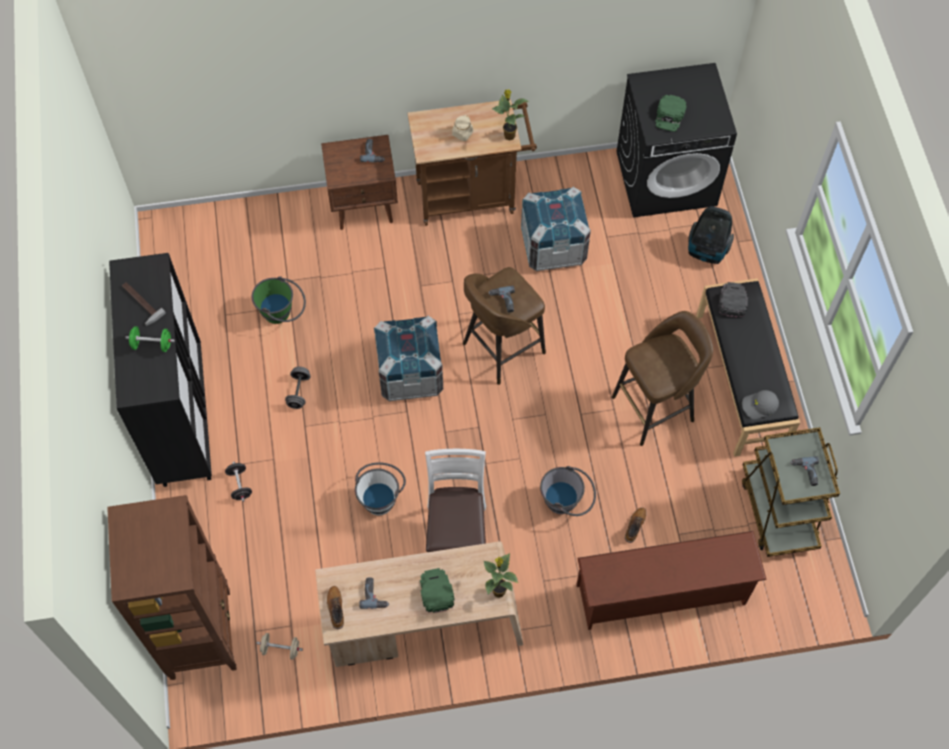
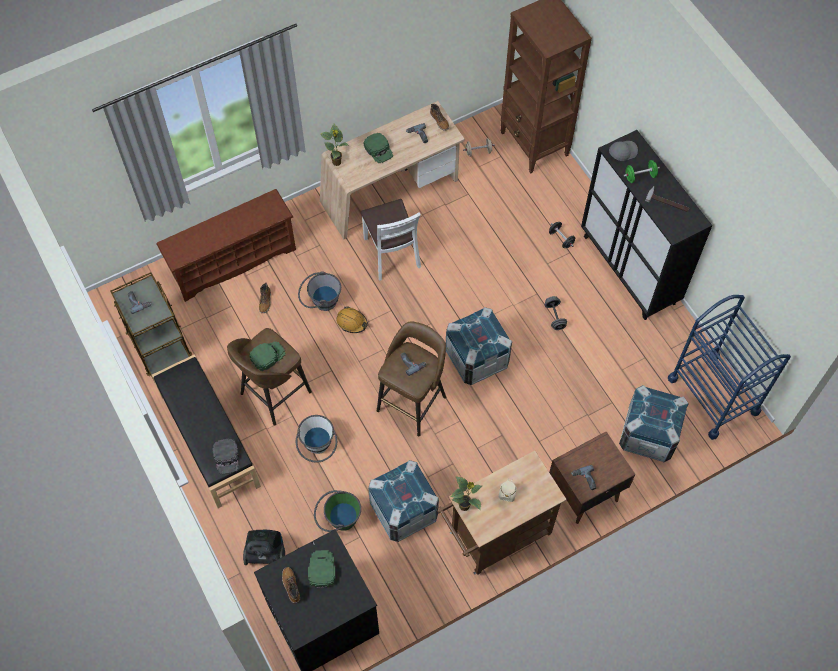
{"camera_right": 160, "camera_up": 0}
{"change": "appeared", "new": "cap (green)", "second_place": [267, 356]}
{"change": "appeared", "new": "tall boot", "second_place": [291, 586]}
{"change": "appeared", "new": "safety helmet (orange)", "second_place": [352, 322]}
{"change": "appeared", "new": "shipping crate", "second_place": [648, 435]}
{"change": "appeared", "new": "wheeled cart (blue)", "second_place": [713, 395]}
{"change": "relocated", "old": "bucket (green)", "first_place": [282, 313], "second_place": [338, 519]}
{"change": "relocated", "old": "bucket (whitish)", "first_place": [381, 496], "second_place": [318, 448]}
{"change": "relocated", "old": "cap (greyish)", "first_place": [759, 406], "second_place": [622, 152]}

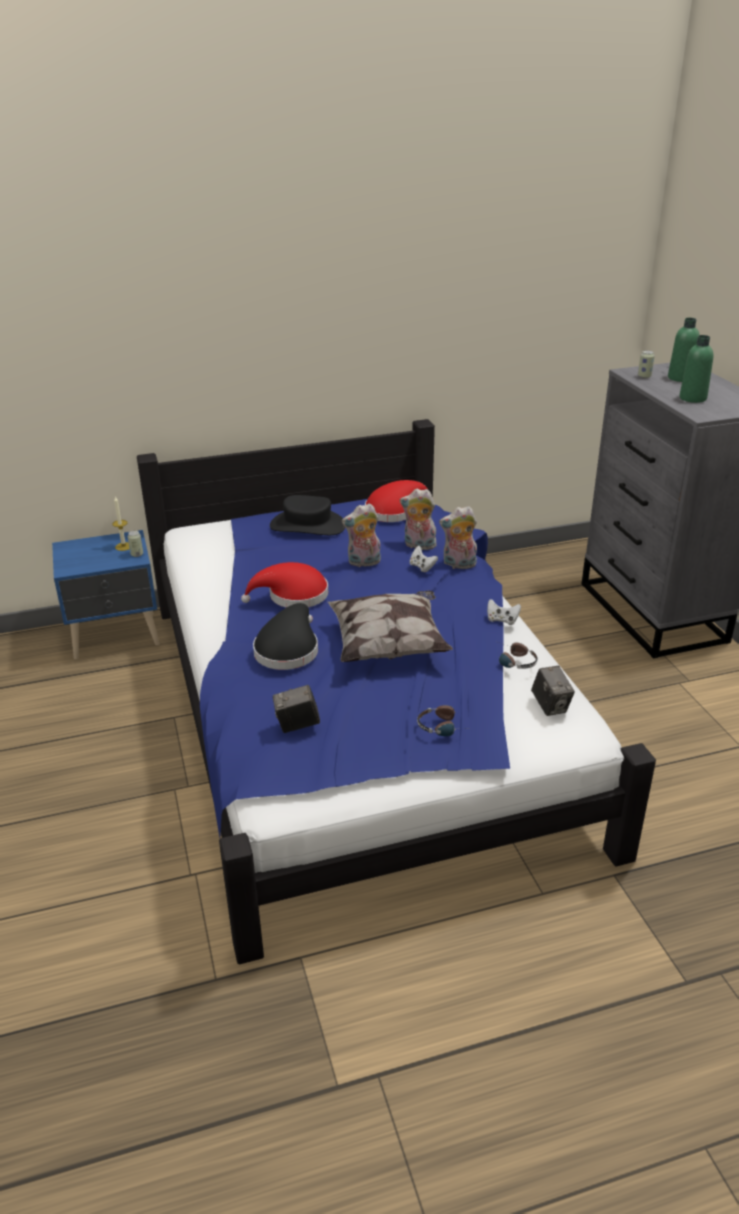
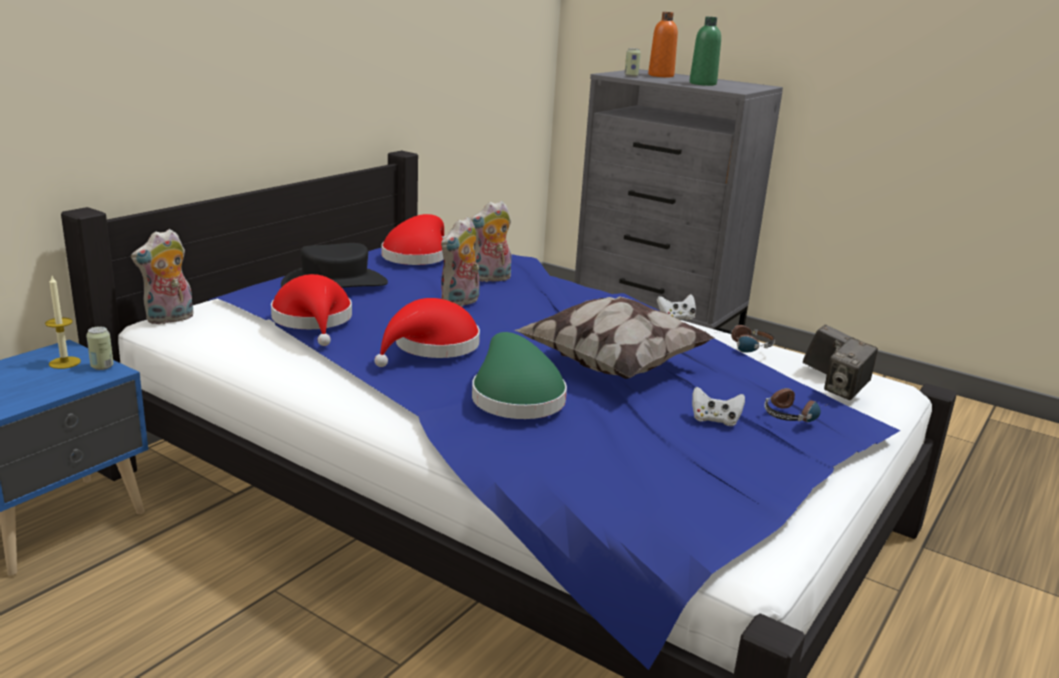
{"camera_right": -40, "camera_up": -10}
{"change": "appeared", "new": "hat (red-coloured)", "second_place": [314, 321]}
{"change": "relocated", "old": "still camera", "first_place": [297, 725], "second_place": [846, 391]}
{"change": "relocated", "old": "gamepad (whitish)", "first_place": [422, 567], "second_place": [715, 420]}
{"change": "relocated", "old": "soft toy", "first_place": [458, 565], "second_place": [169, 319]}
{"change": "colour", "old": "hat (blackish)", "new": "hat (green)", "first_place": [288, 649], "second_place": [514, 397]}
{"change": "colour", "old": "bottle (green)", "new": "bottle (orange)", "first_place": [680, 378], "second_place": [661, 76]}

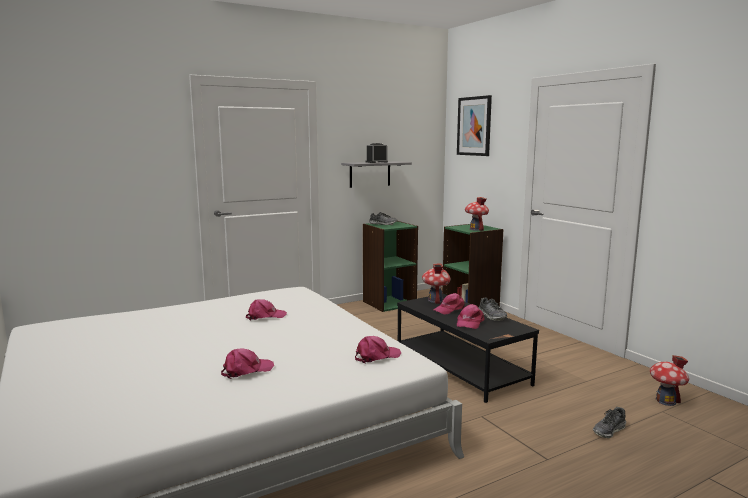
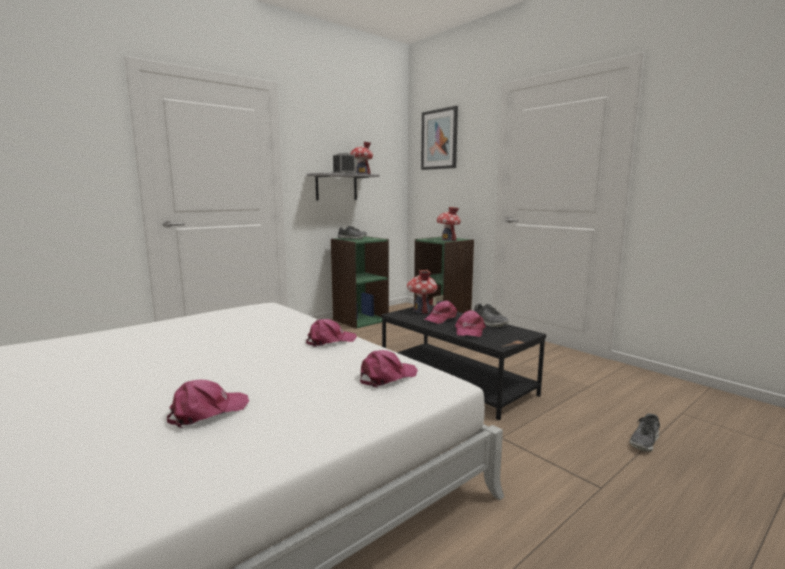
{"camera_right": -10, "camera_up": 0}
{"change": "relocated", "old": "cap (pinkish)", "first_place": [265, 316], "second_place": [330, 340]}
{"change": "relocated", "old": "model house", "first_place": [665, 401], "second_place": [361, 174]}

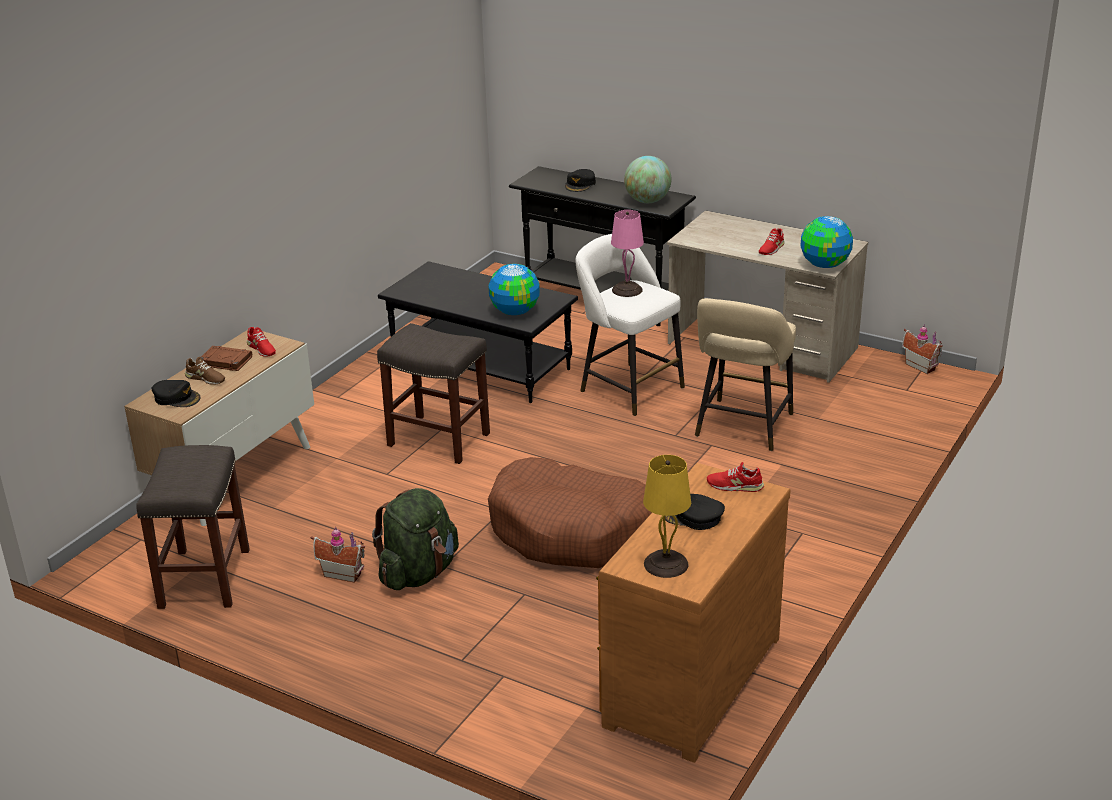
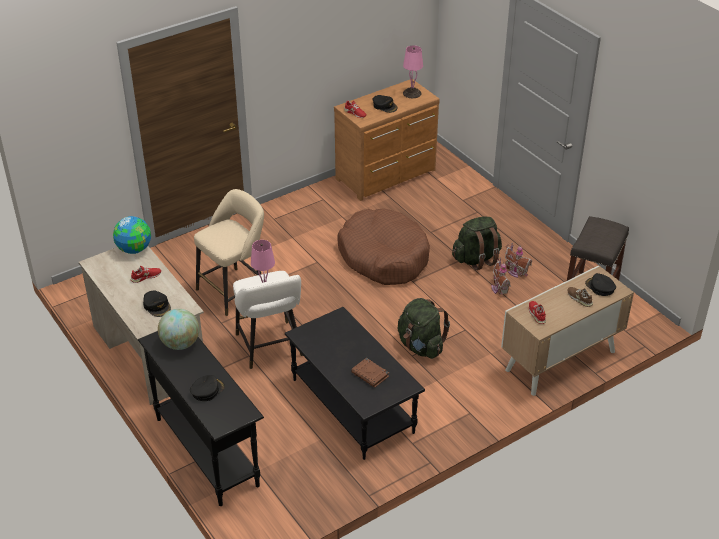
{"camera_right": -155, "camera_up": 10}
{"change": "missing", "old": "world globe", "first_place": [514, 312]}
{"change": "appeared", "new": "cap (blackish)", "second_place": [157, 306]}
{"change": "relocated", "old": "bound book (brown-coloured)", "first_place": [225, 361], "second_place": [370, 375]}
{"change": "relocated", "old": "model house", "first_place": [921, 366], "second_place": [498, 288]}
{"change": "exchanged", "old": "sitting stool (greyish)", "new": "knapsack (green)", "first_place": [437, 439], "second_place": [421, 346]}
{"change": "colour", "old": "lamp for a table (yellowish)", "new": "lamp for a table (pinkish)", "first_place": [665, 563], "second_place": [412, 93]}

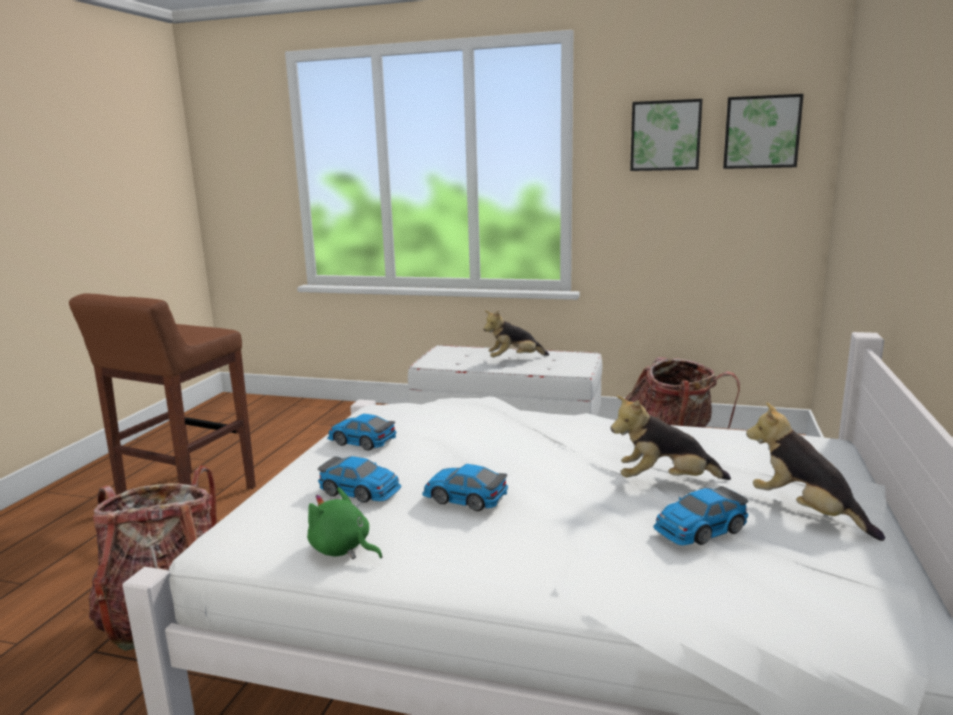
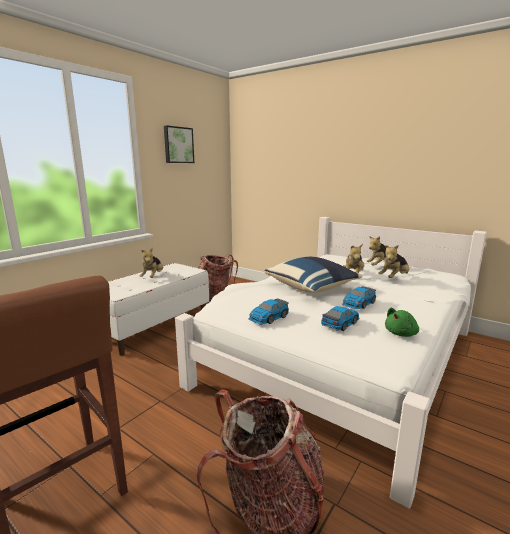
{"camera_right": -70, "camera_up": 0}
{"change": "missing", "old": "wall art", "first_place": [761, 132]}
{"change": "appeared", "new": "cushion (blue)", "second_place": [312, 288]}
{"change": "exchanged", "old": "toy car", "new": "soft toy", "first_place": [700, 529], "second_place": [394, 278]}

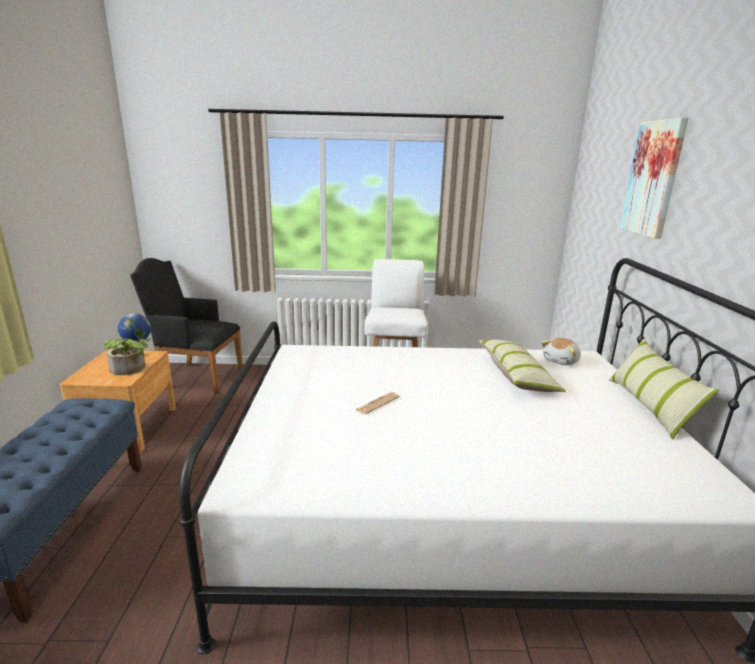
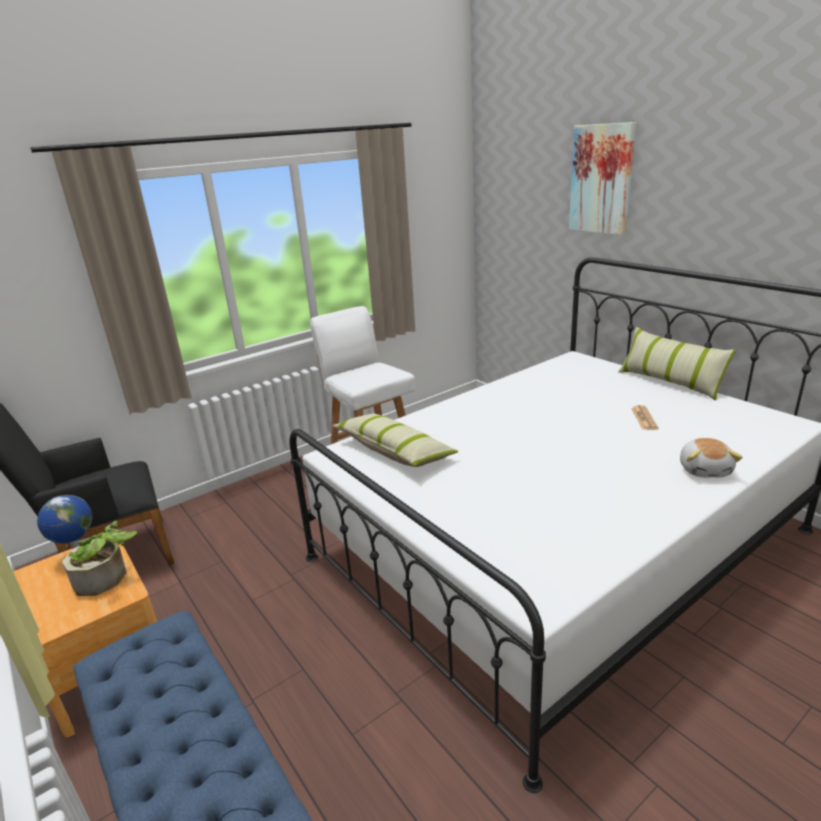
{"camera_right": -35, "camera_up": 5}
{"change": "relocated", "old": "daily paper", "first_place": [377, 403], "second_place": [644, 418]}
{"change": "relocated", "old": "cushion", "first_place": [516, 375], "second_place": [394, 451]}
{"change": "relocated", "old": "soft toy", "first_place": [561, 361], "second_place": [705, 469]}

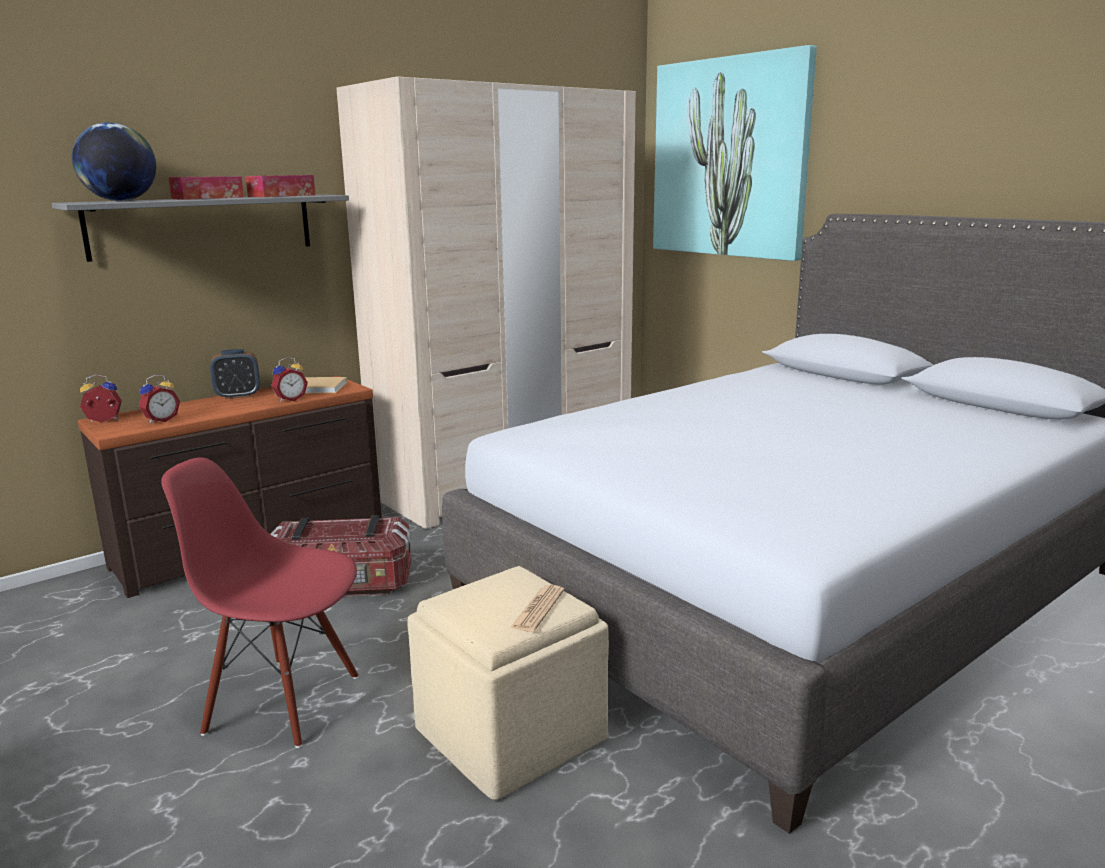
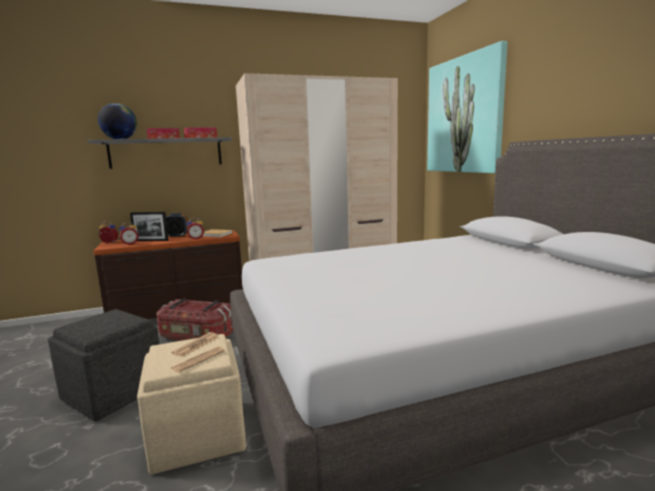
{"camera_right": 20, "camera_up": -5}
{"change": "appeared", "new": "standing frame", "second_place": [151, 240]}
{"change": "appeared", "new": "daily paper", "second_place": [196, 345]}
{"change": "exchanged", "old": "plain chair (red-coloured)", "new": "ottoman (greyish)", "first_place": [284, 702], "second_place": [114, 391]}

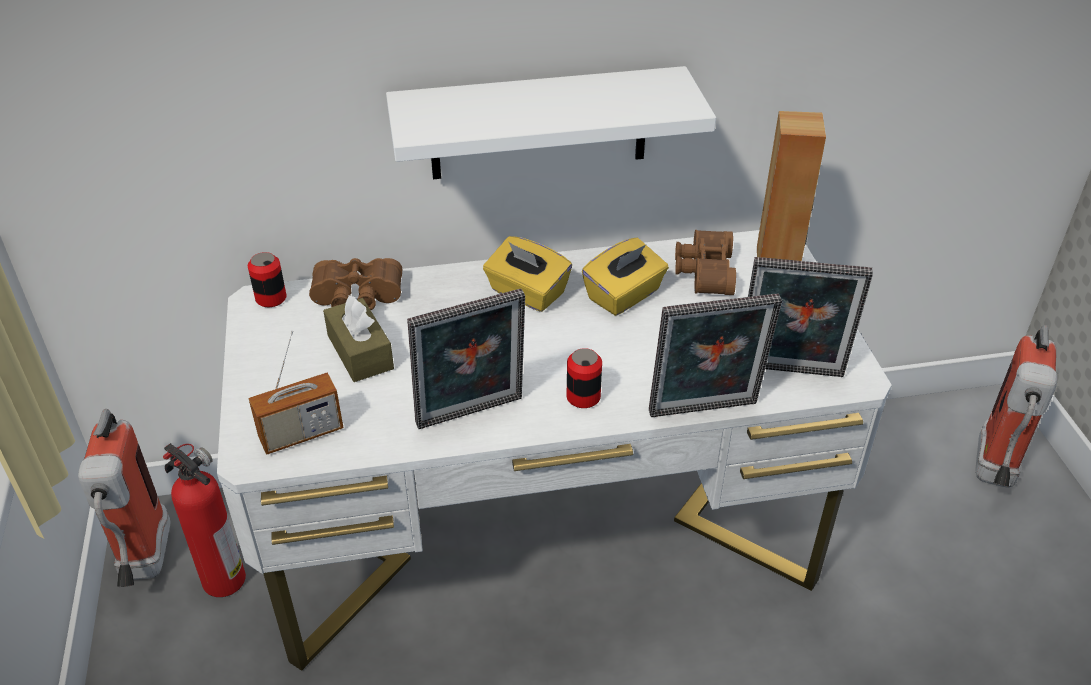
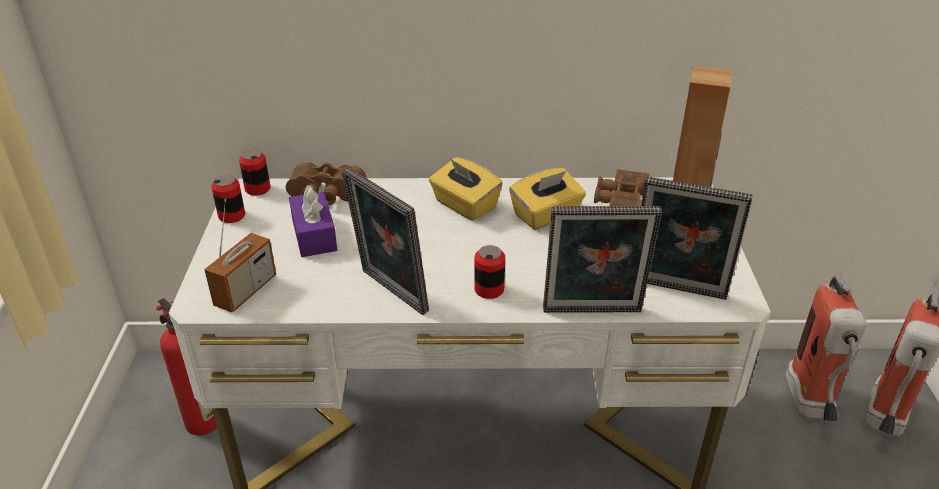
{"camera_right": 10, "camera_up": -5}
{"change": "missing", "old": "wall shelf (whitish)", "first_place": [539, 124]}
{"change": "appeared", "new": "sealed can", "second_place": [231, 216]}
{"change": "relocated", "old": "extinguisher", "first_place": [144, 565], "second_place": [810, 408]}
{"change": "colour", "old": "tissue holder (brown-coloured)", "new": "tissue holder (purple-coloured)", "first_place": [360, 352], "second_place": [314, 235]}
{"change": "spun", "old": "radio", "first_place": [301, 434], "second_place": [246, 291], "degrees": -45}
{"change": "spun", "old": "standing frame", "first_place": [471, 415], "second_place": [390, 293], "degrees": 60}

